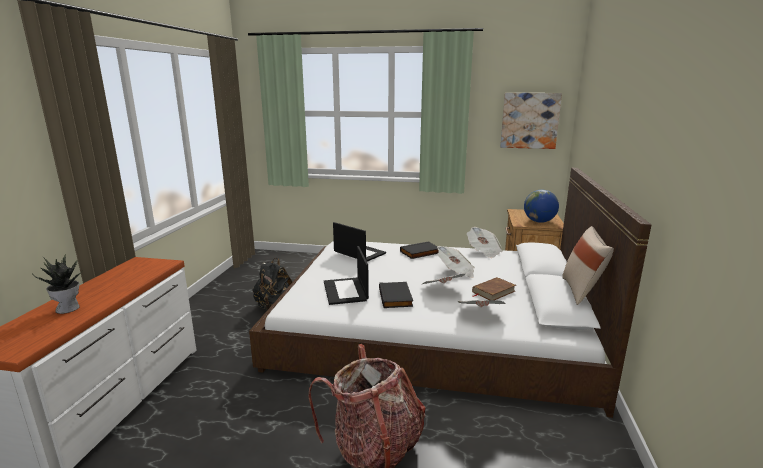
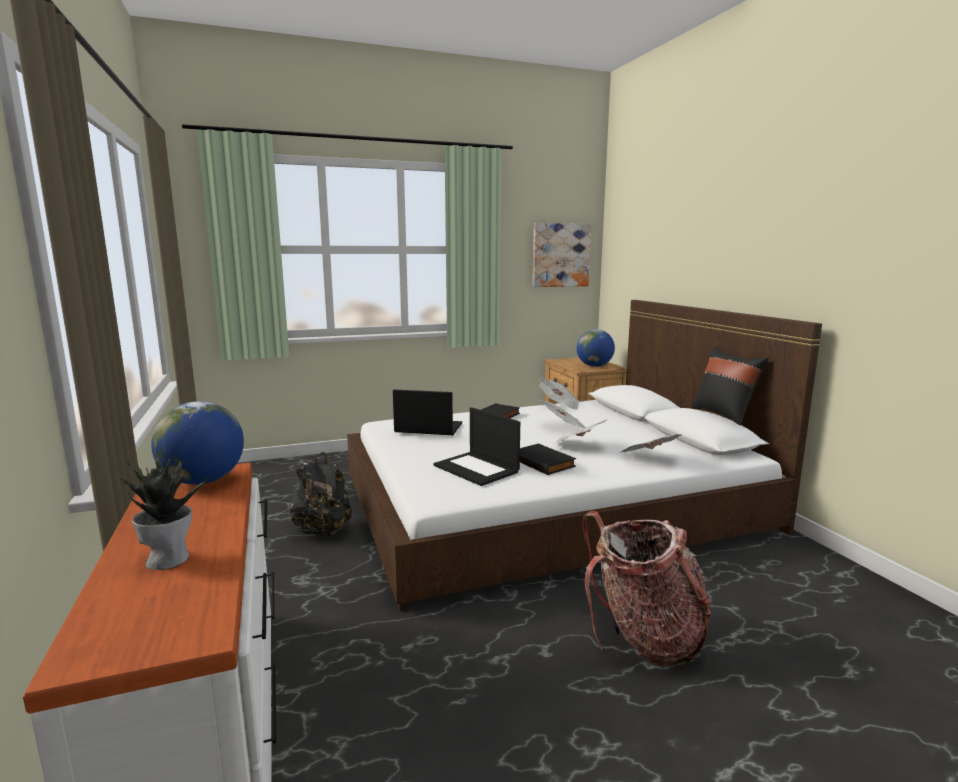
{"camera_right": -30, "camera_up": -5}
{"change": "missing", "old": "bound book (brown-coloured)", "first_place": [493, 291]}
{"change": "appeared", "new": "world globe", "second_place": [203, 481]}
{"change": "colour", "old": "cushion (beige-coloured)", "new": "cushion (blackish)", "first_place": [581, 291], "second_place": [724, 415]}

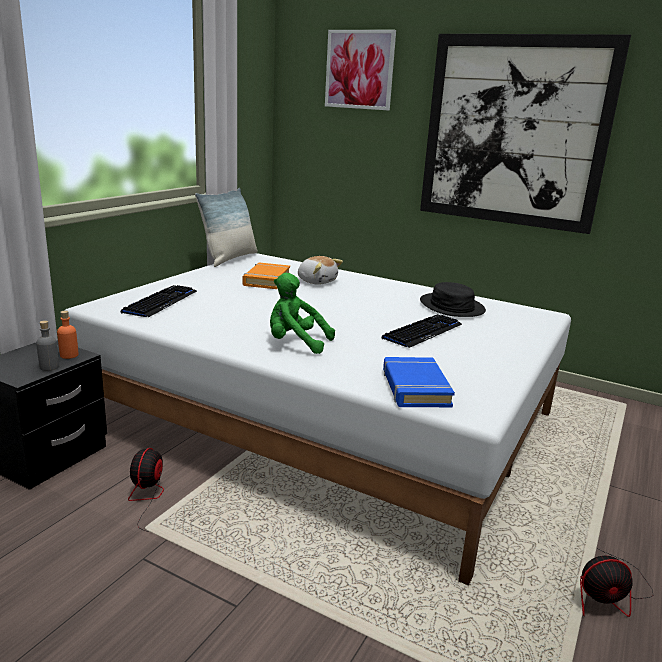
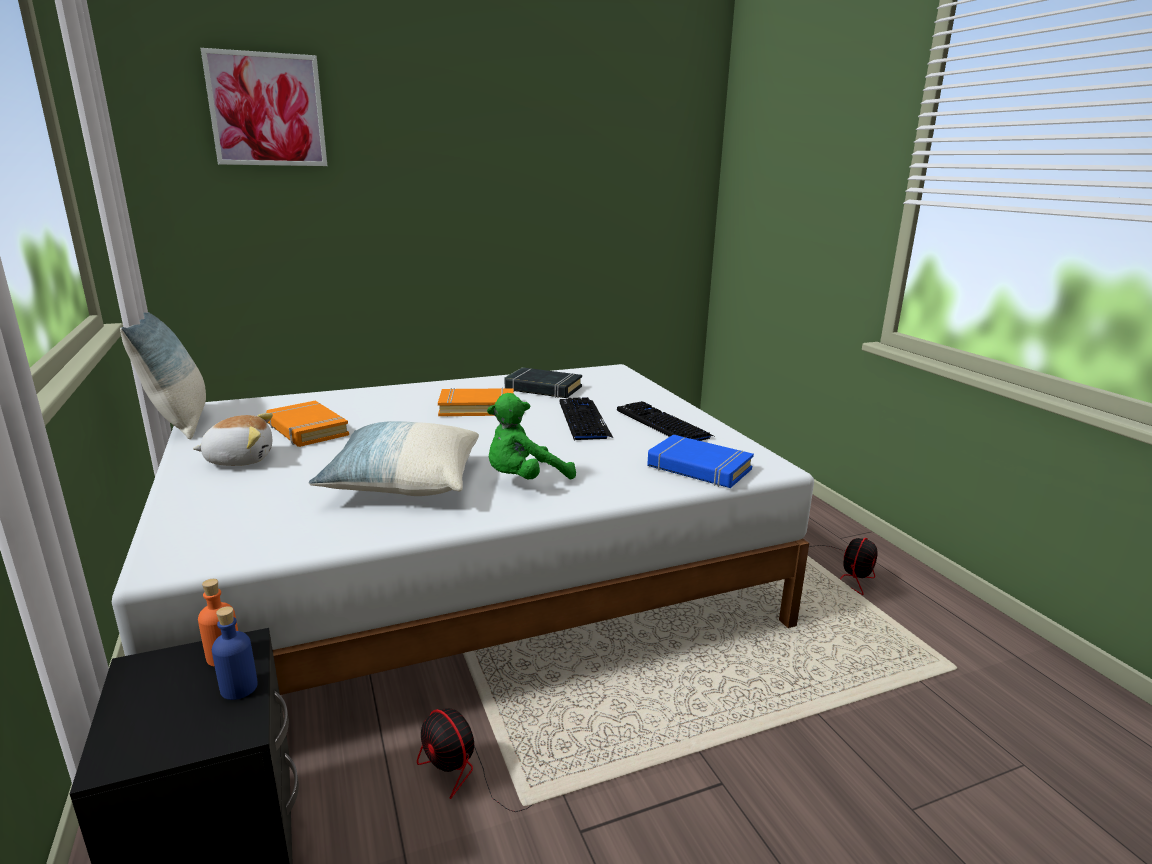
{"camera_right": -50, "camera_up": 0}
{"change": "missing", "old": "wall art", "first_place": [514, 132]}
{"change": "appeared", "new": "cushion", "second_place": [403, 482]}
{"change": "appeared", "new": "bound book (orange)", "second_place": [477, 408]}
{"change": "relocated", "old": "keyboard", "first_place": [161, 302], "second_place": [663, 424]}
{"change": "relocated", "old": "soft toy", "first_place": [317, 281], "second_place": [240, 459]}
{"change": "exchanged", "old": "hat (blackish)", "new": "bound book (blackish)", "first_place": [451, 306], "second_place": [543, 388]}
{"change": "colour", "old": "bottle (greyish)", "new": "bottle (blue)", "first_place": [49, 367], "second_place": [239, 688]}

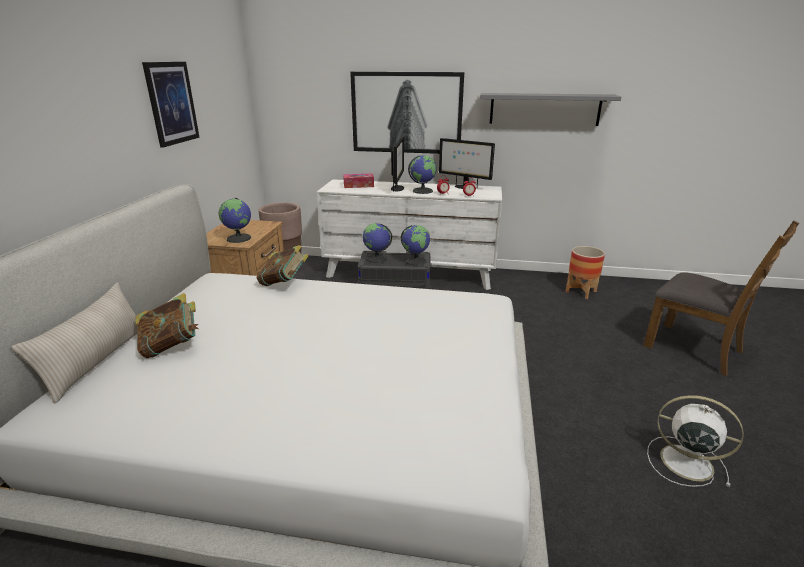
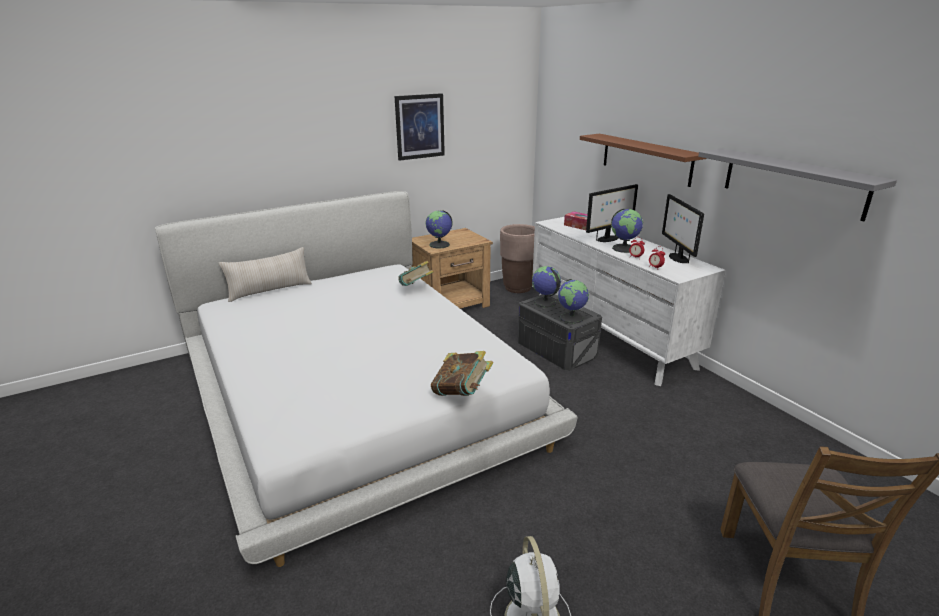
{"camera_right": 50, "camera_up": 0}
{"change": "missing", "old": "flower pot", "first_place": [581, 291]}
{"change": "relocated", "old": "bound book", "first_place": [172, 346], "second_place": [462, 393]}
{"change": "exchanged", "old": "wall art", "new": "wall shelf (brown-coloured)", "first_place": [406, 113], "second_place": [646, 159]}

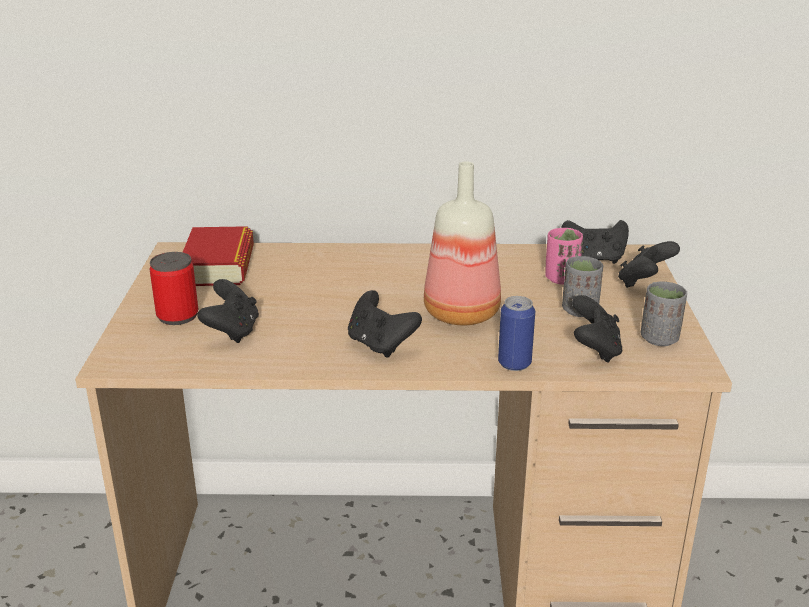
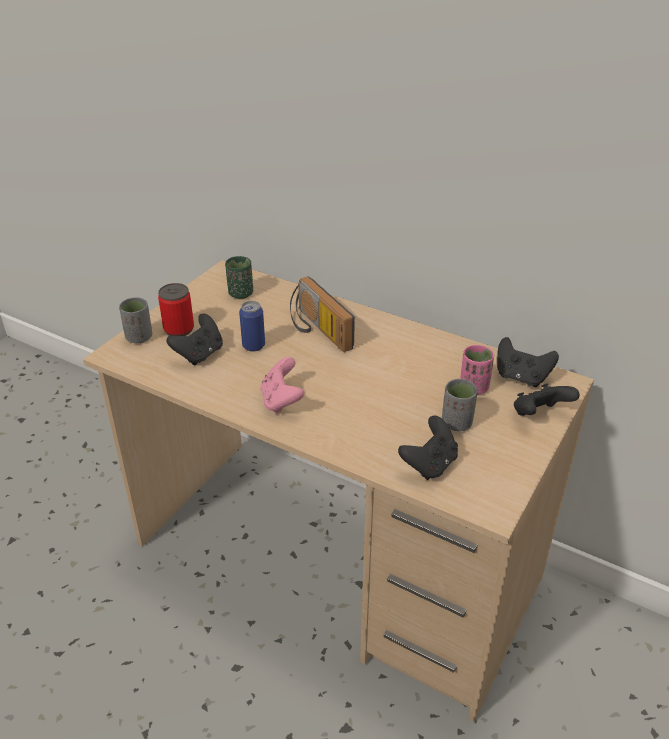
{"camera_right": 30, "camera_up": 10}
{"change": "missing", "old": "bottle", "first_place": [464, 314]}
{"change": "appeared", "new": "radio", "second_place": [316, 330]}
{"change": "relocated", "old": "sealed can", "first_place": [514, 363], "second_place": [253, 346]}
{"change": "relocated", "old": "small cup (greyish)", "first_place": [659, 339], "second_place": [139, 337]}
{"change": "exchanged", "old": "bound book", "new": "small cup (green)", "first_place": [218, 266], "second_place": [240, 293]}
{"change": "colour", "old": "gamepad (blackish)", "new": "gamepad (pinkish)", "first_place": [380, 345], "second_place": [281, 401]}

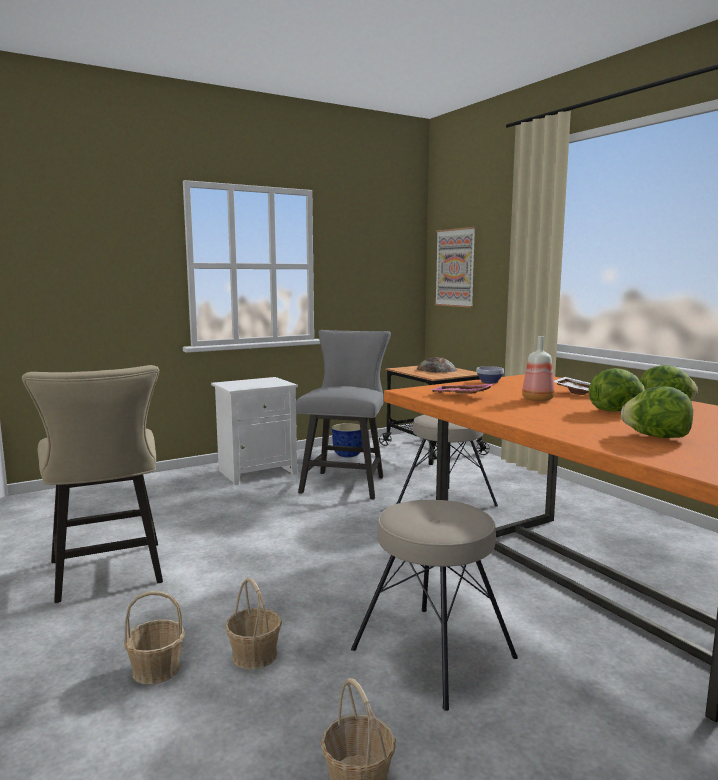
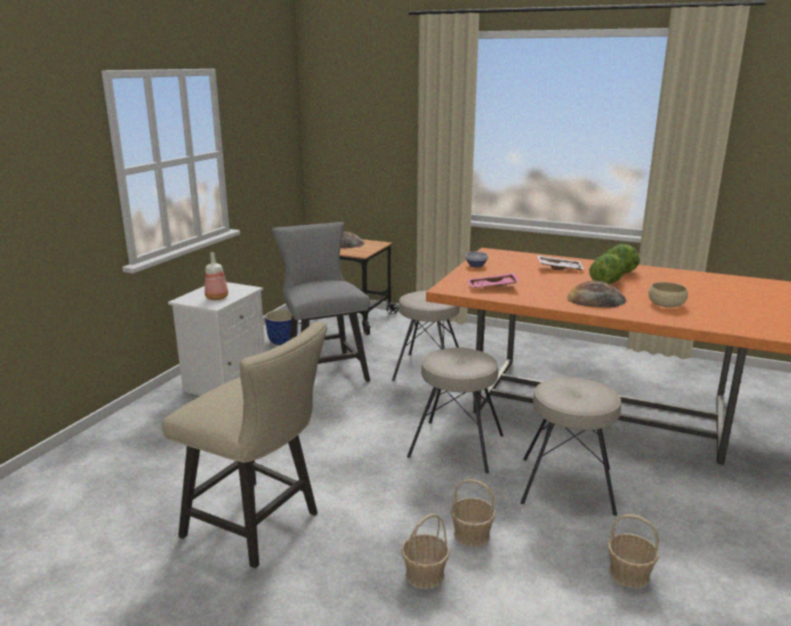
{"camera_right": -35, "camera_up": 10}
{"change": "missing", "old": "wall art", "first_place": [455, 267]}
{"change": "appeared", "new": "sitting stool (beige-coloured)", "second_place": [456, 446]}
{"change": "appeared", "new": "bakery bread", "second_place": [596, 299]}
{"change": "relocated", "old": "bottle", "first_place": [538, 399], "second_place": [217, 297]}
{"change": "exchanged", "old": "head of lettuce", "new": "serving bowl (beige-coloured)", "first_place": [656, 437], "second_place": [666, 304]}

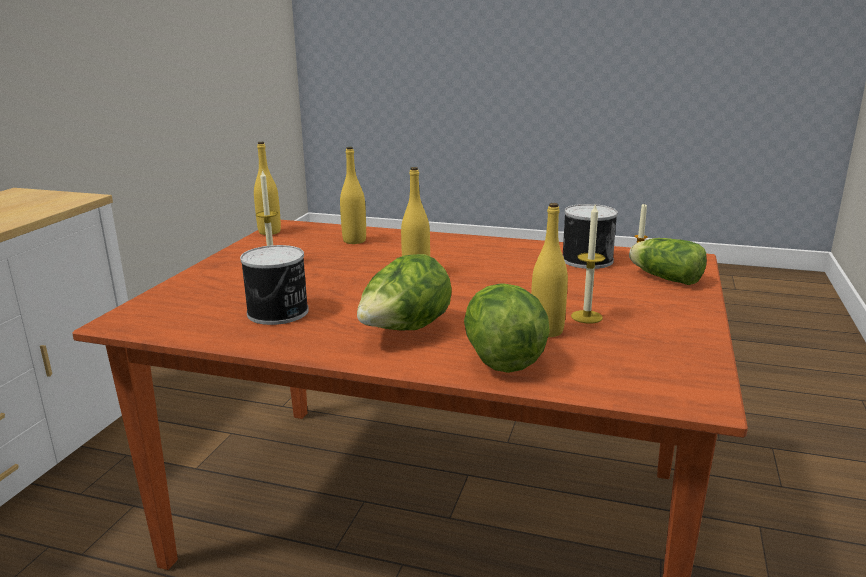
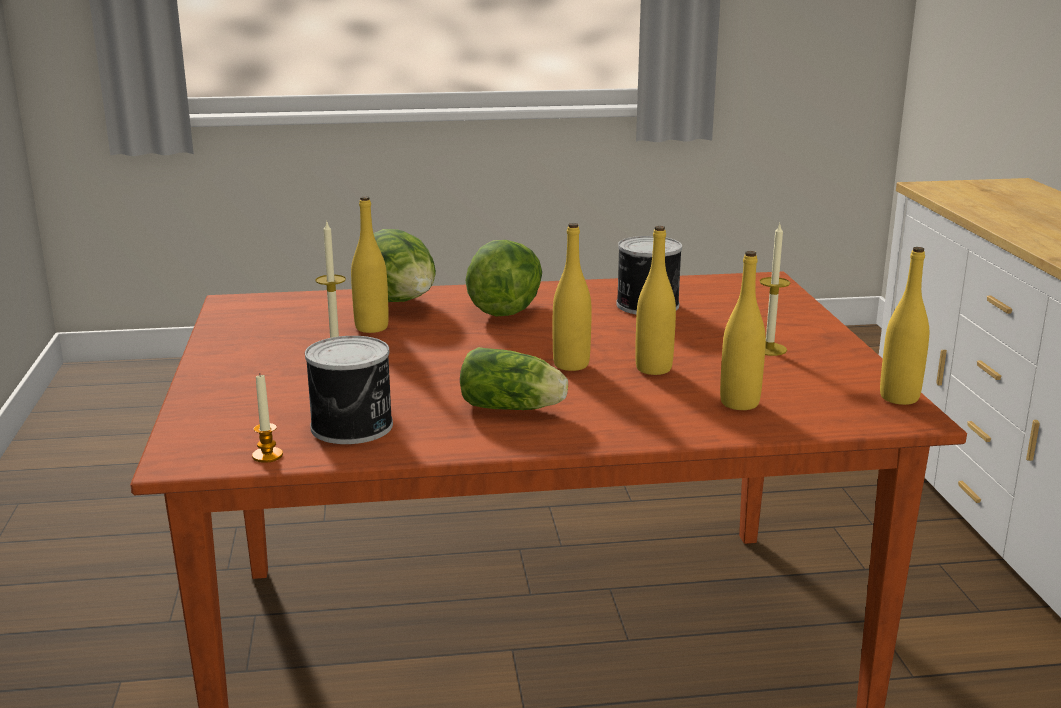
{"camera_right": 155, "camera_up": 0}
{"change": "appeared", "new": "bottle (yellowish)", "second_place": [653, 368]}
{"change": "relocated", "old": "head of lettuce", "first_place": [663, 277], "second_place": [514, 408]}

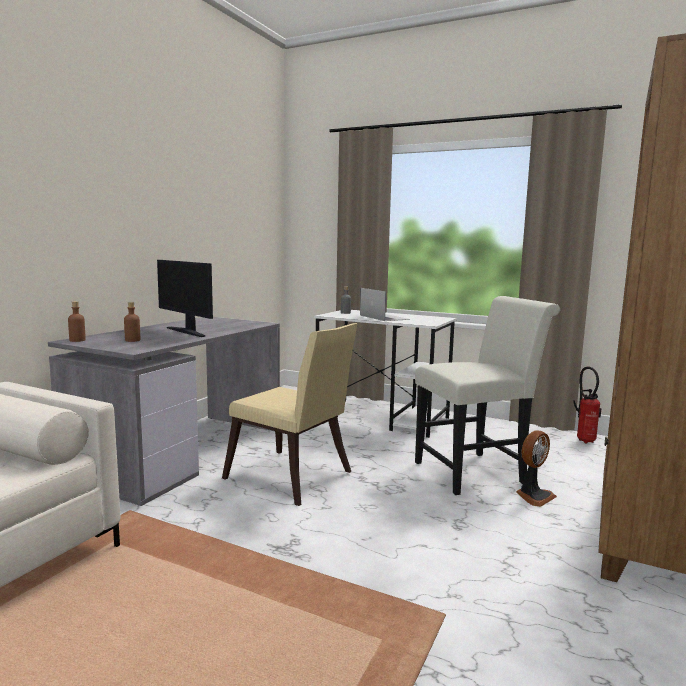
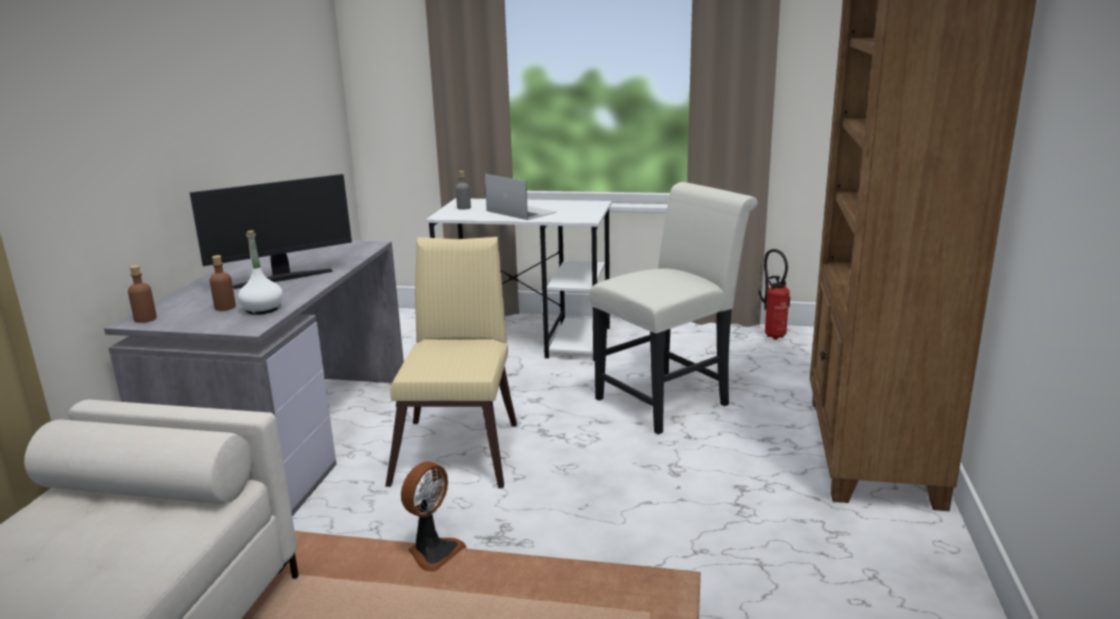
{"camera_right": -15, "camera_up": 10}
{"change": "appeared", "new": "bottle (whitish)", "second_place": [262, 309]}
{"change": "relocated", "old": "electric fan", "first_place": [533, 496], "second_place": [433, 552]}
{"change": "spun", "old": "computer display", "first_place": [187, 332], "second_place": [283, 278], "degrees": -60}
{"change": "spun", "old": "plain chair (beige-coloured)", "first_place": [293, 479], "second_place": [460, 447], "degrees": -105}

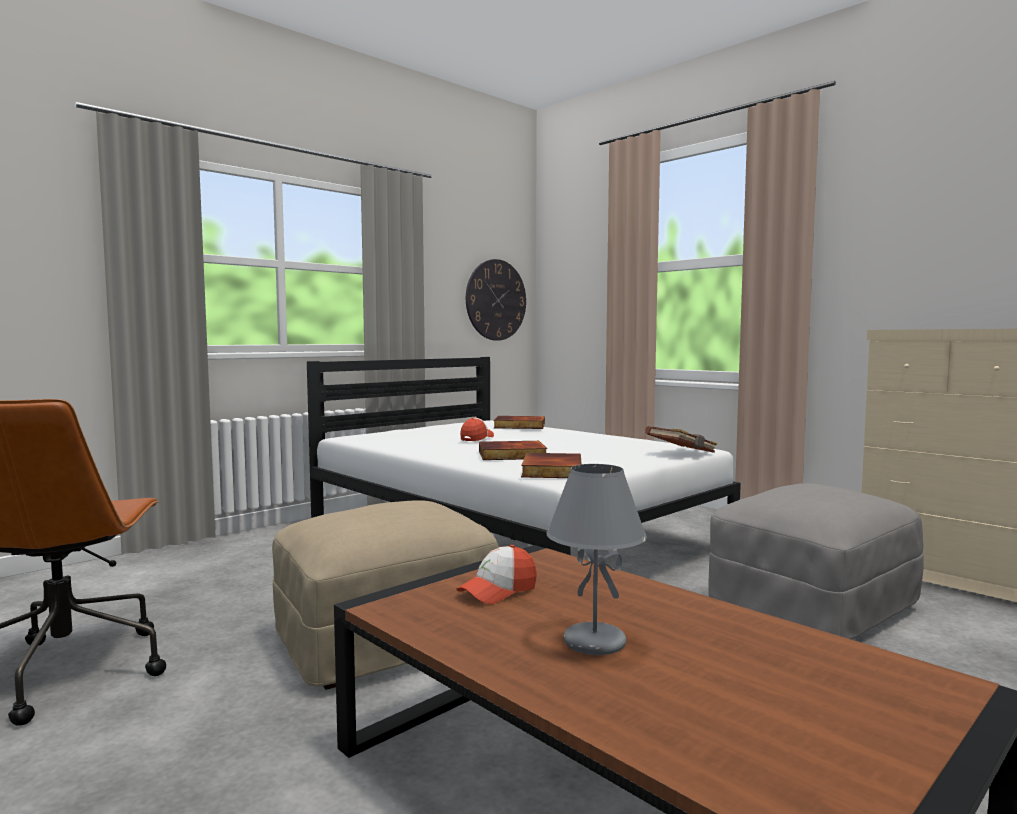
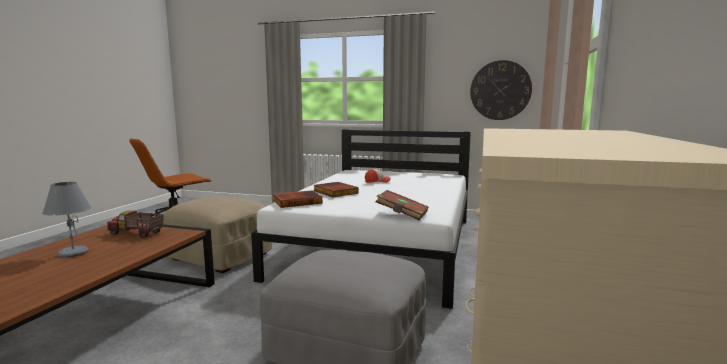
{"camera_right": 60, "camera_up": 5}
{"change": "missing", "old": "bound book", "first_place": [519, 426]}
{"change": "exchanged", "old": "cap", "new": "toy lorry", "first_place": [498, 591], "second_place": [136, 233]}

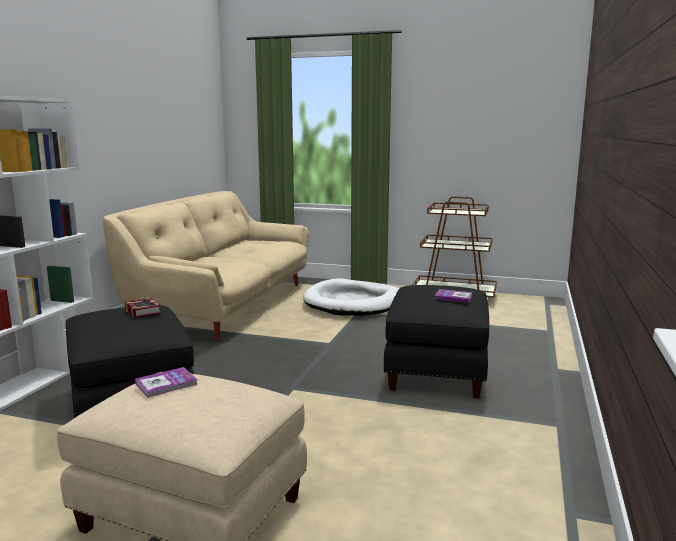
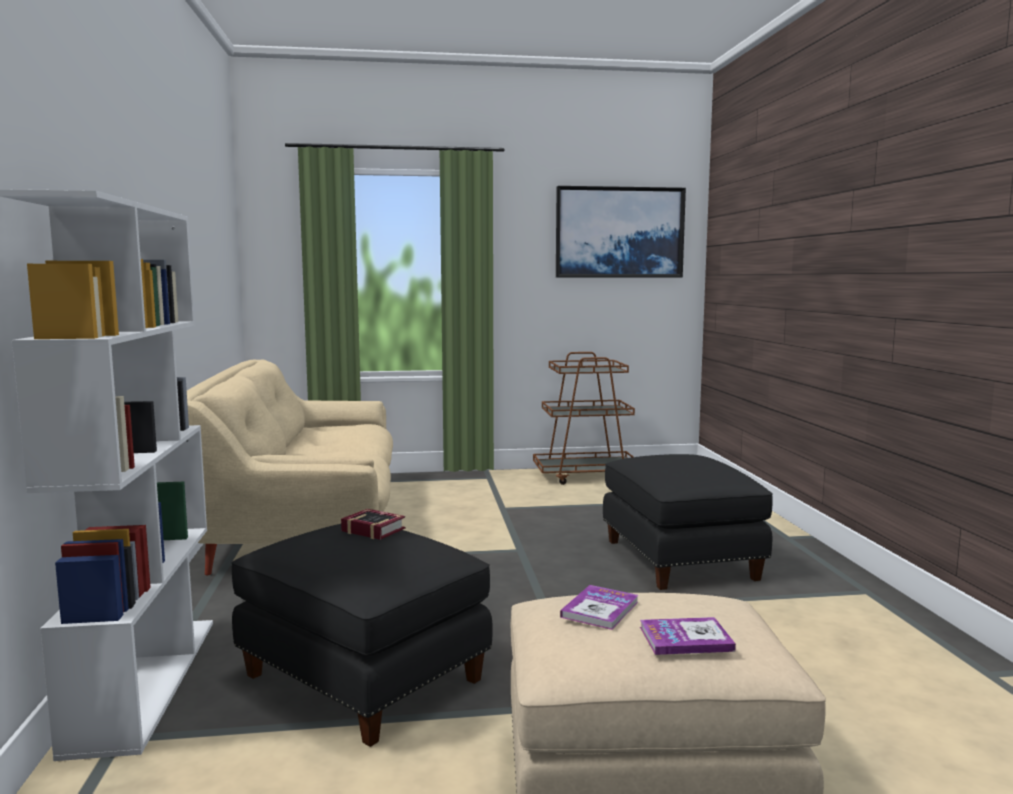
{"camera_right": -25, "camera_up": -5}
{"change": "missing", "old": "dog bed (whitish)", "first_place": [353, 302]}
{"change": "appeared", "new": "wall art", "second_place": [619, 232]}
{"change": "relocated", "old": "bound book", "first_place": [453, 297], "second_place": [685, 639]}

